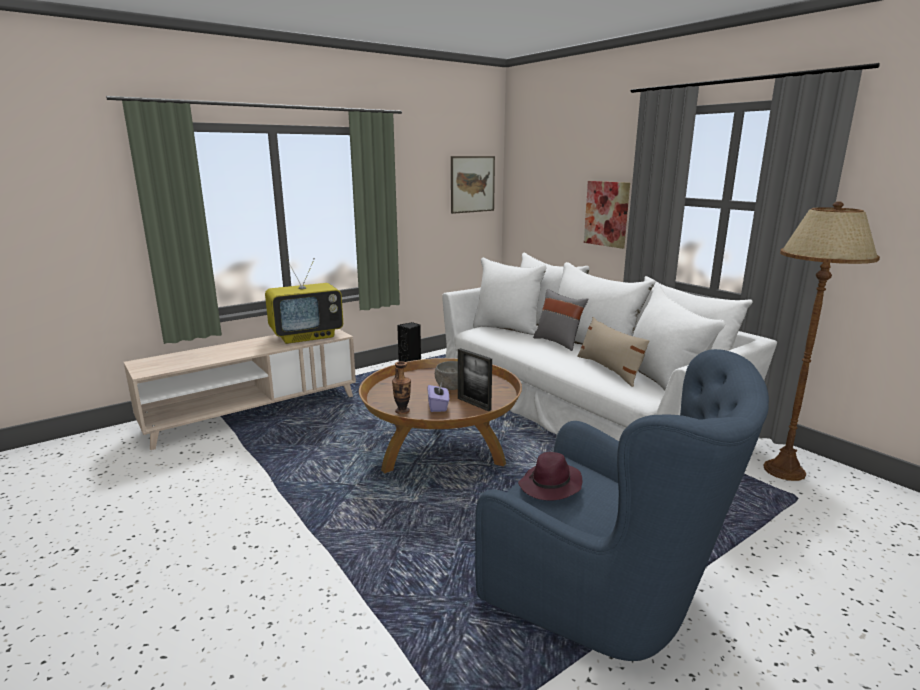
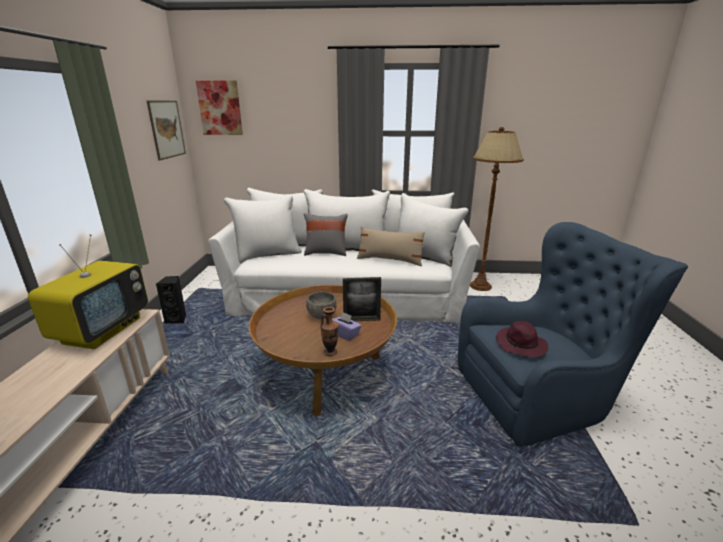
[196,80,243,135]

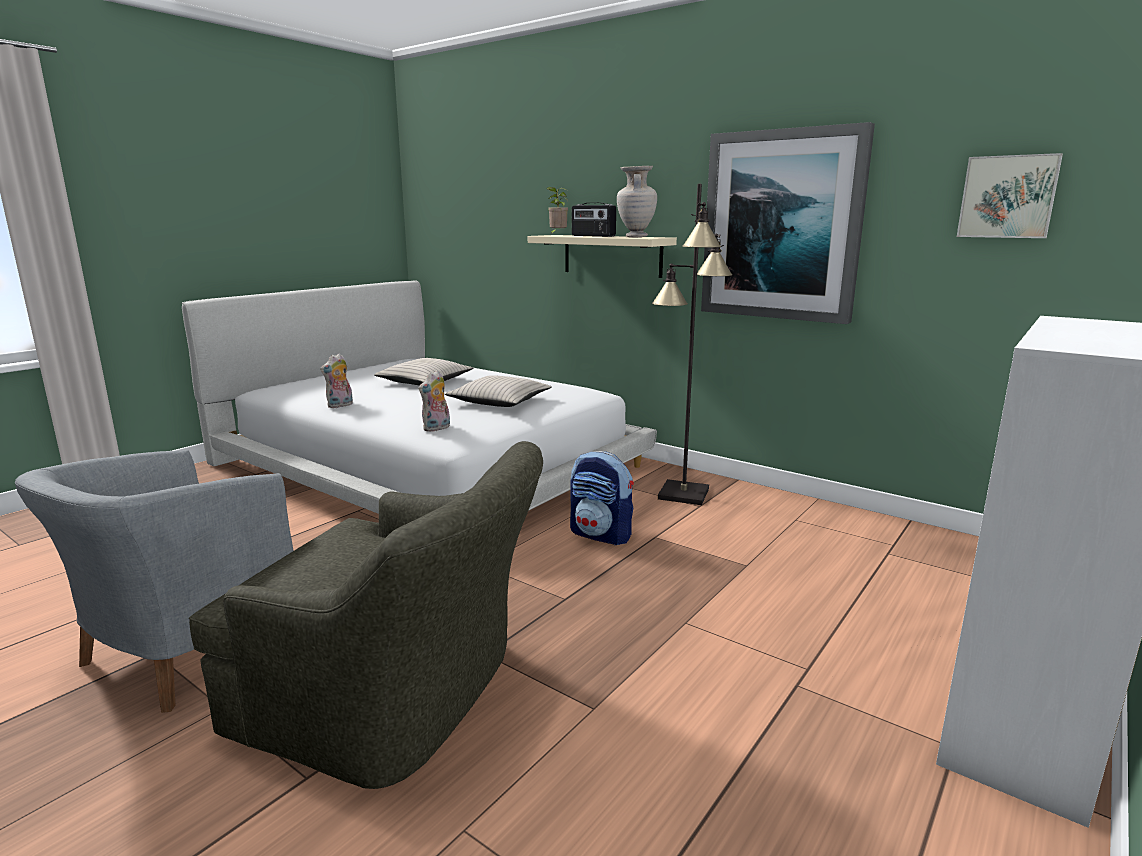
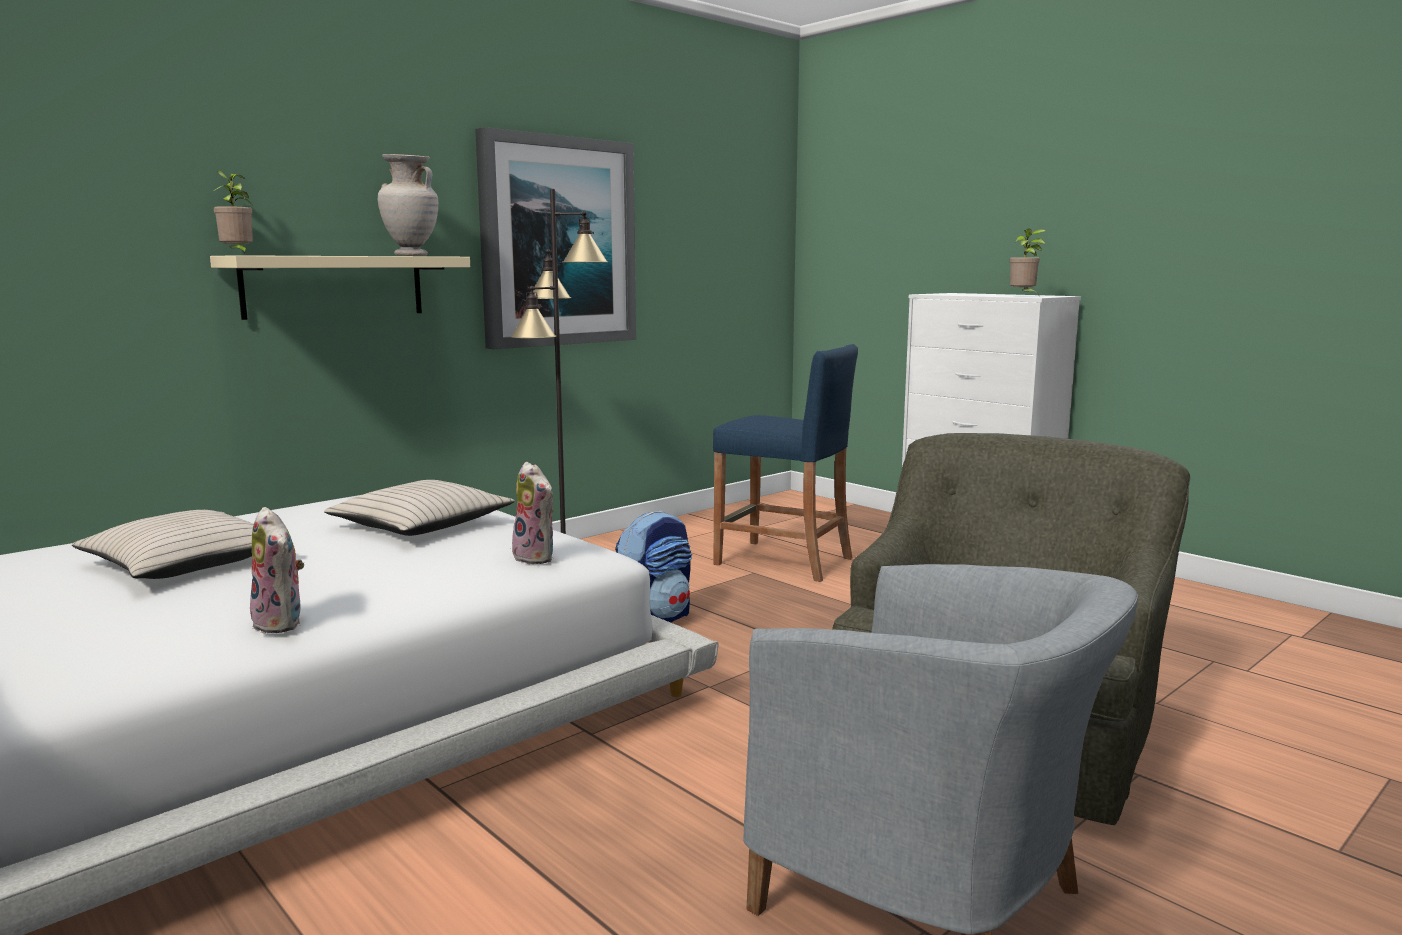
[572,203,616,237] (first image)
[957,153,1063,238] (first image)
[713,344,858,582]
[1010,228,1046,297]

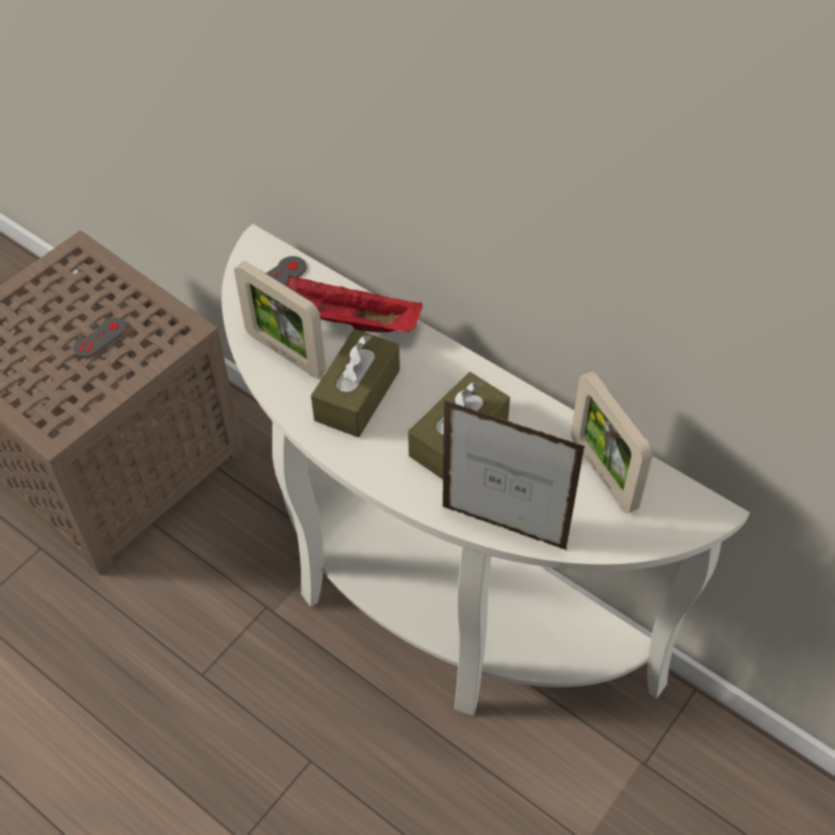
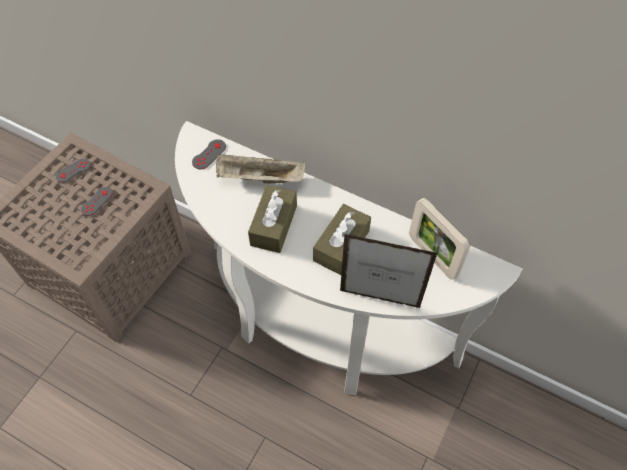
[234,261,326,378] (first image)
[56,159,91,182]
[216,154,305,183]

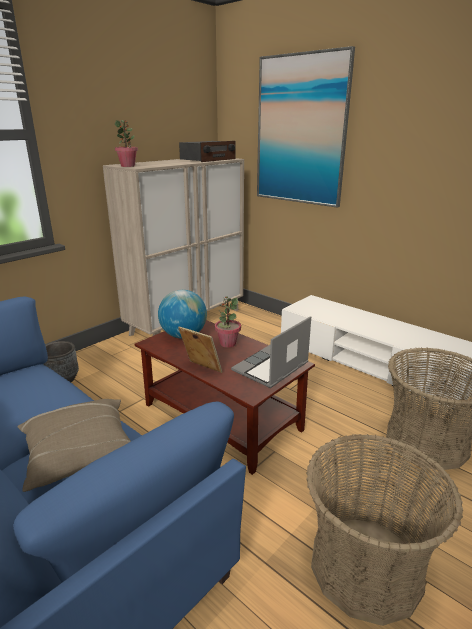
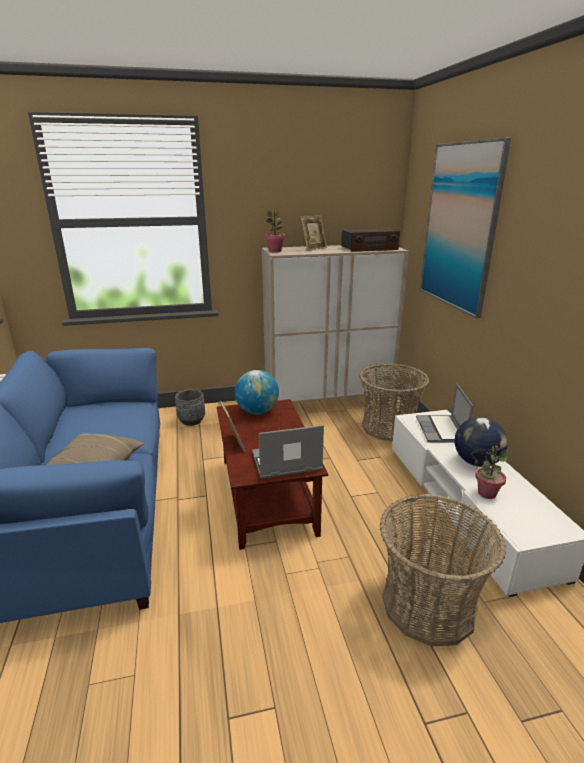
[301,216,327,251]
[416,383,473,443]
[455,417,508,467]
[475,446,508,499]
[359,363,430,442]

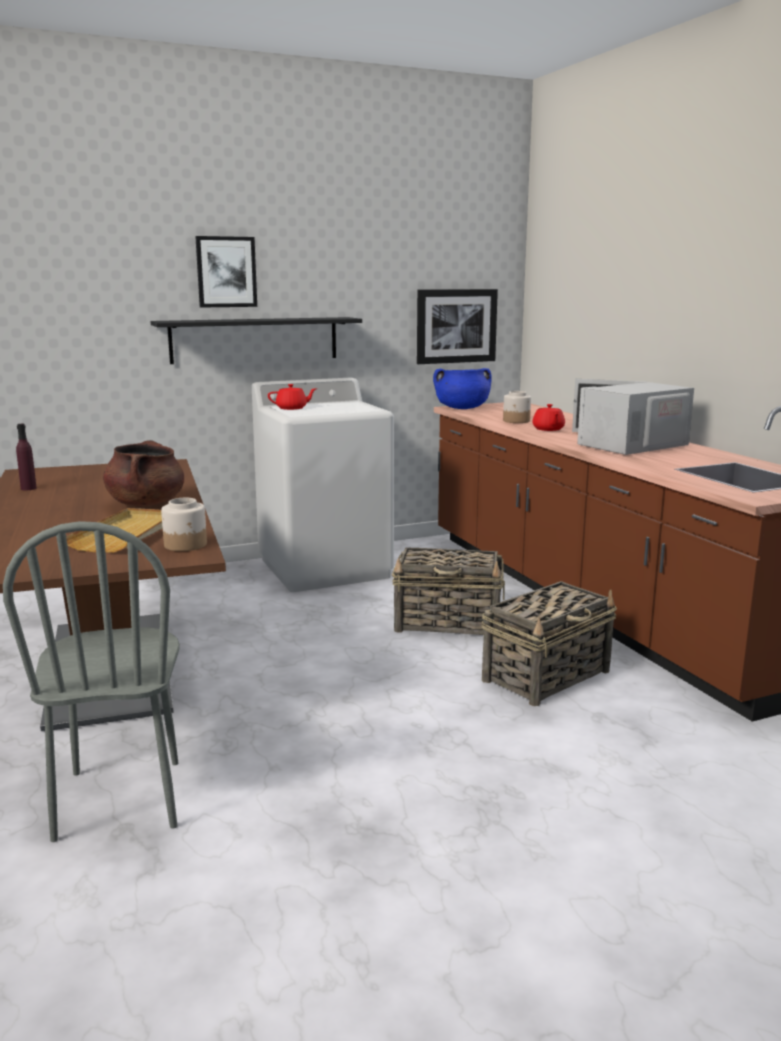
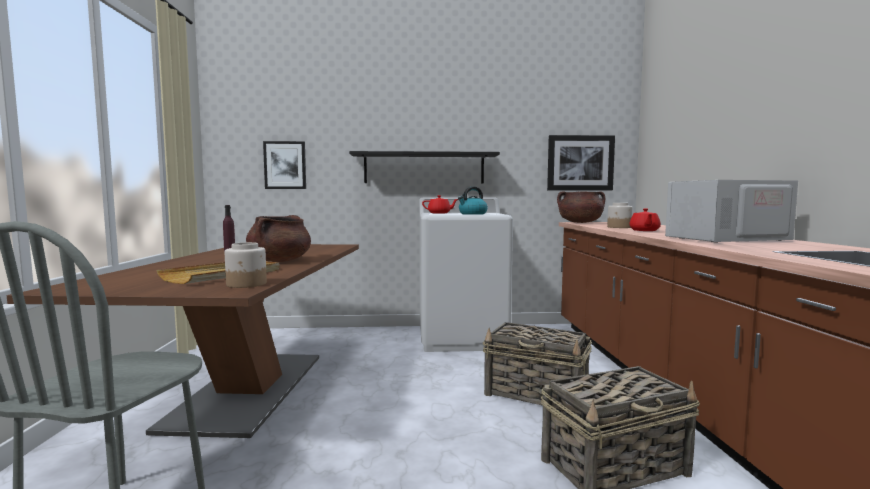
[458,186,488,215]
[263,141,306,189]
[557,191,605,223]

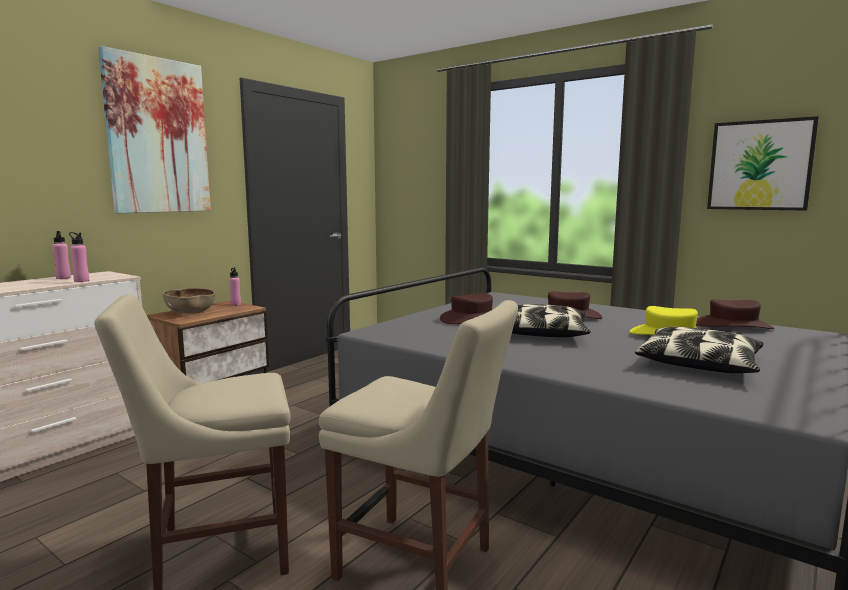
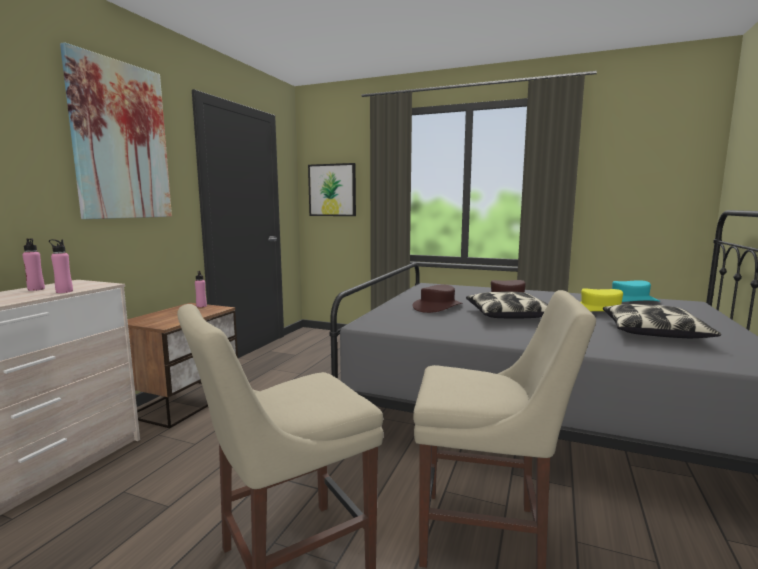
[163,288,215,314] (first image)
[308,163,356,216]
[612,280,660,302]

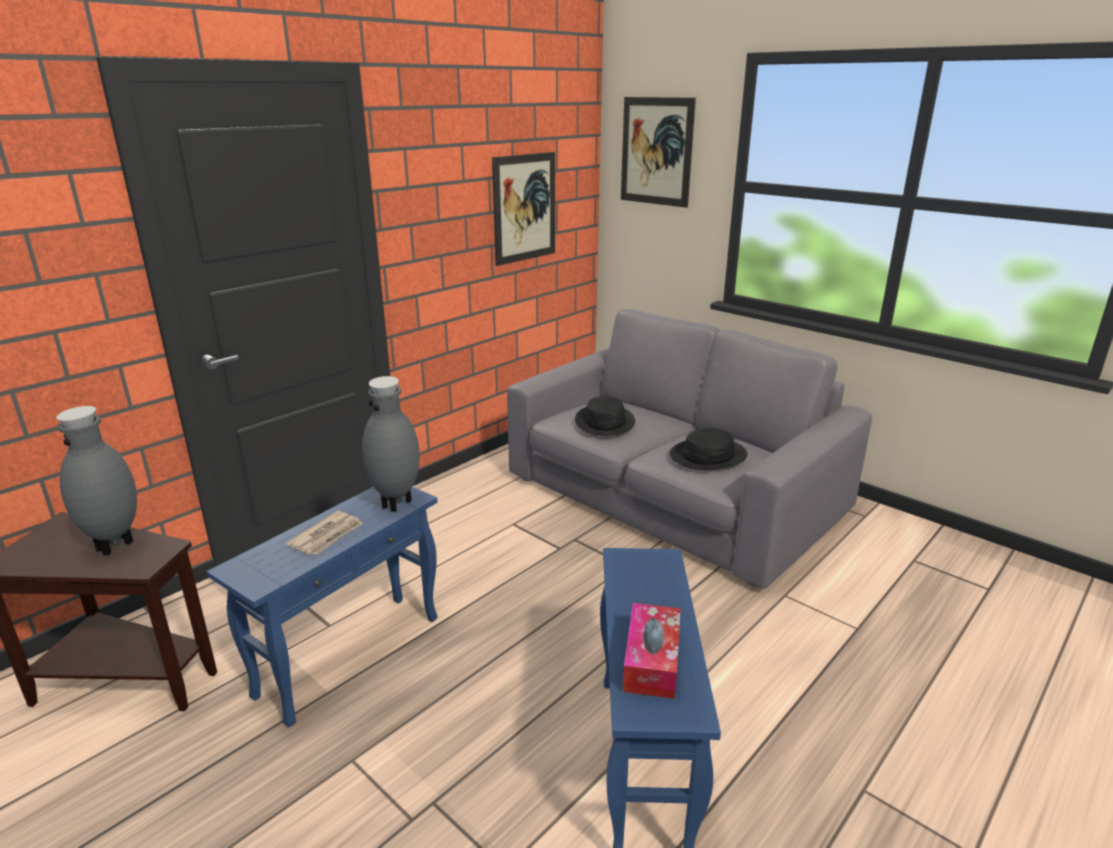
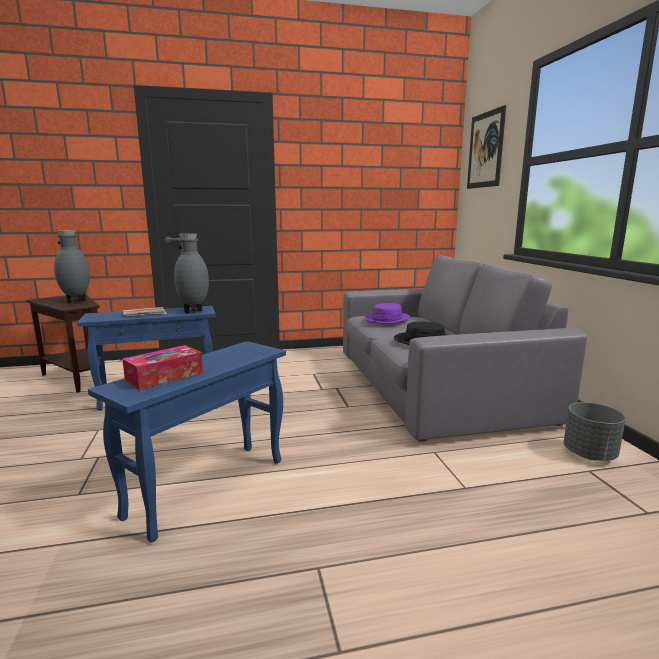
[492,152,555,266] (first image)
[564,402,626,461]
[364,303,410,324]

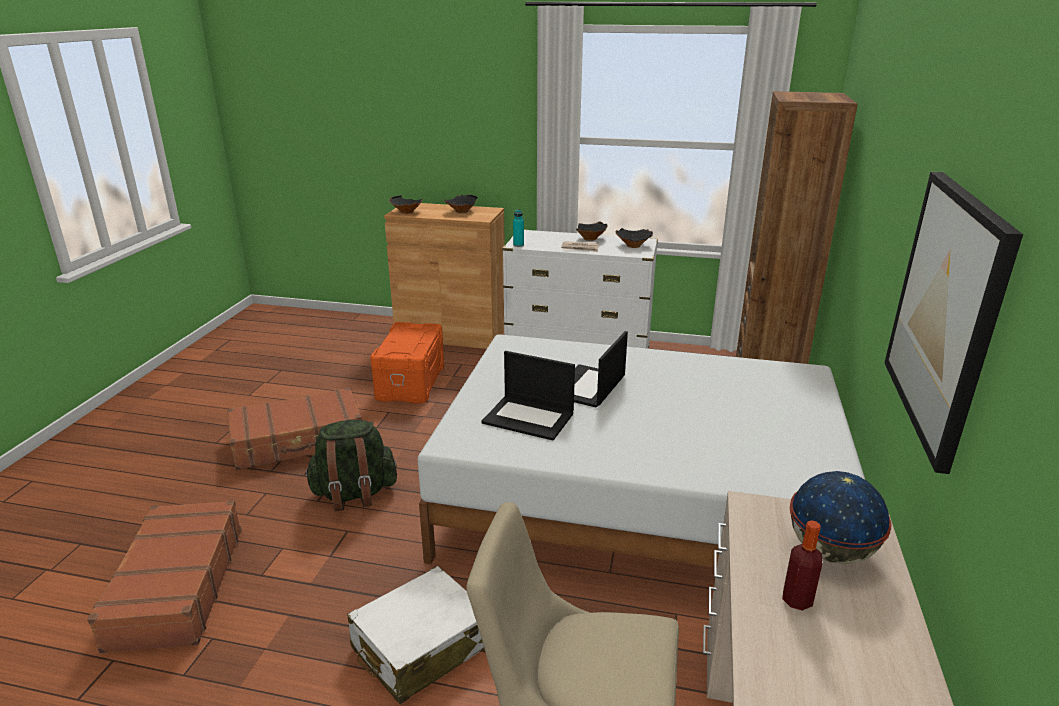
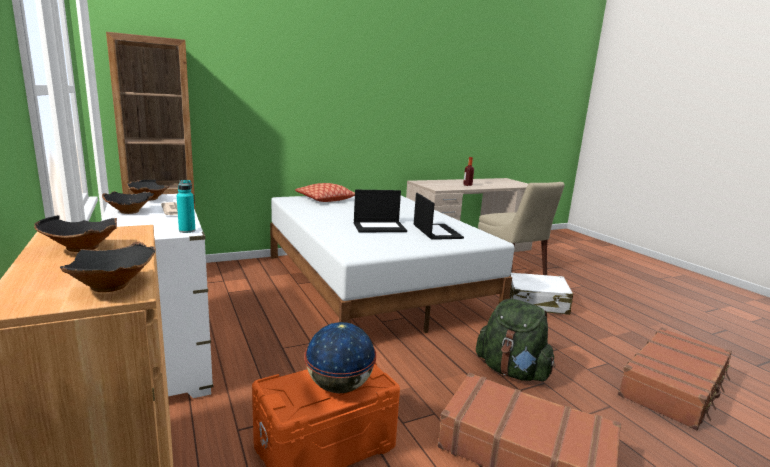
[884,172,1023,474] (first image)
[295,183,355,202]
[304,322,376,393]

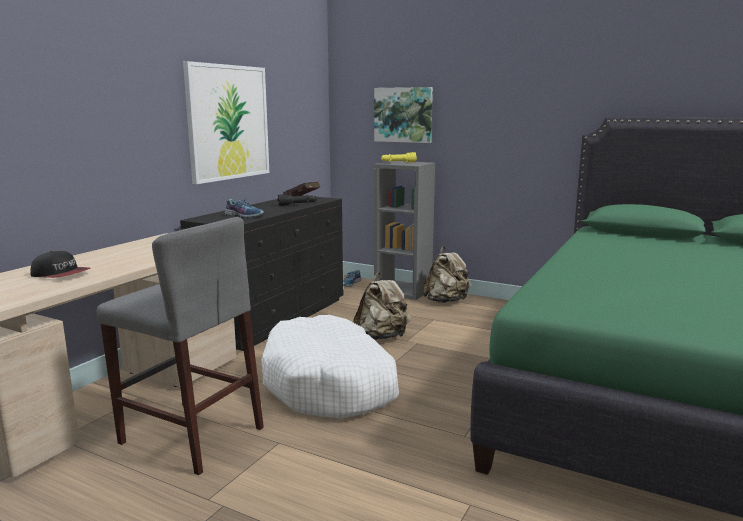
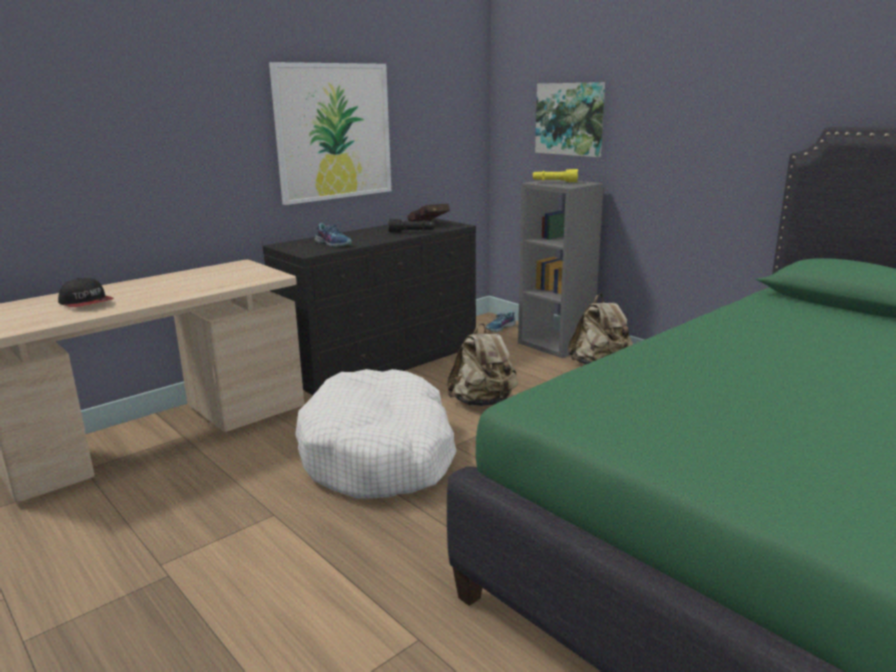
[97,217,264,475] (first image)

